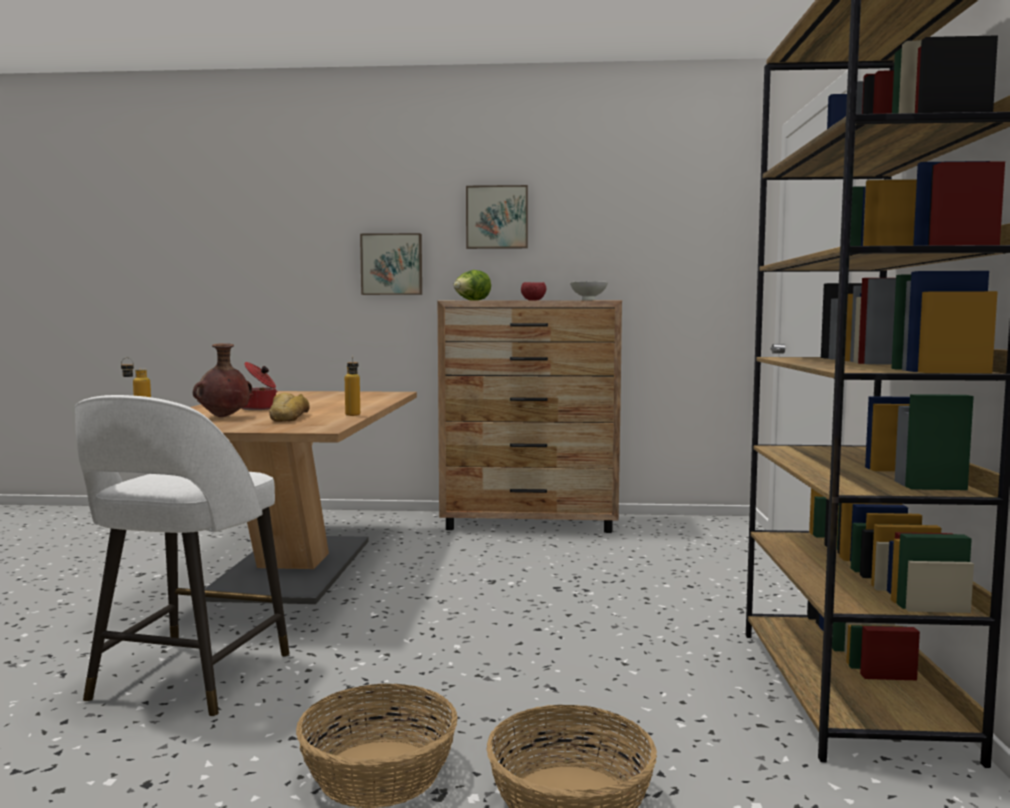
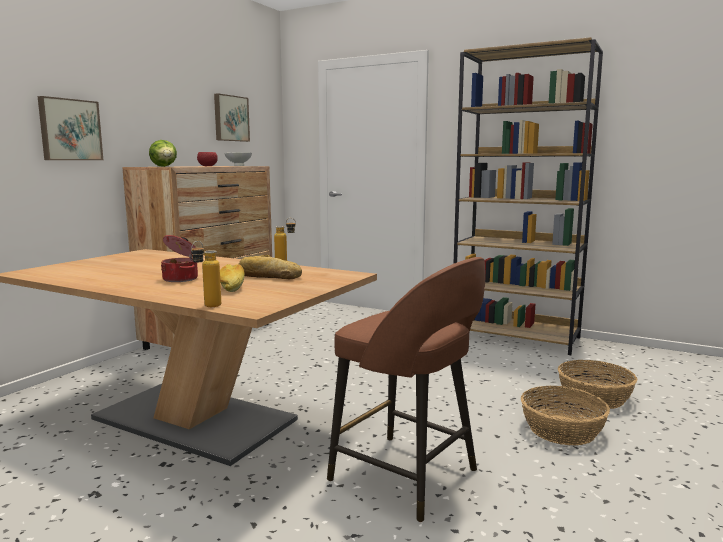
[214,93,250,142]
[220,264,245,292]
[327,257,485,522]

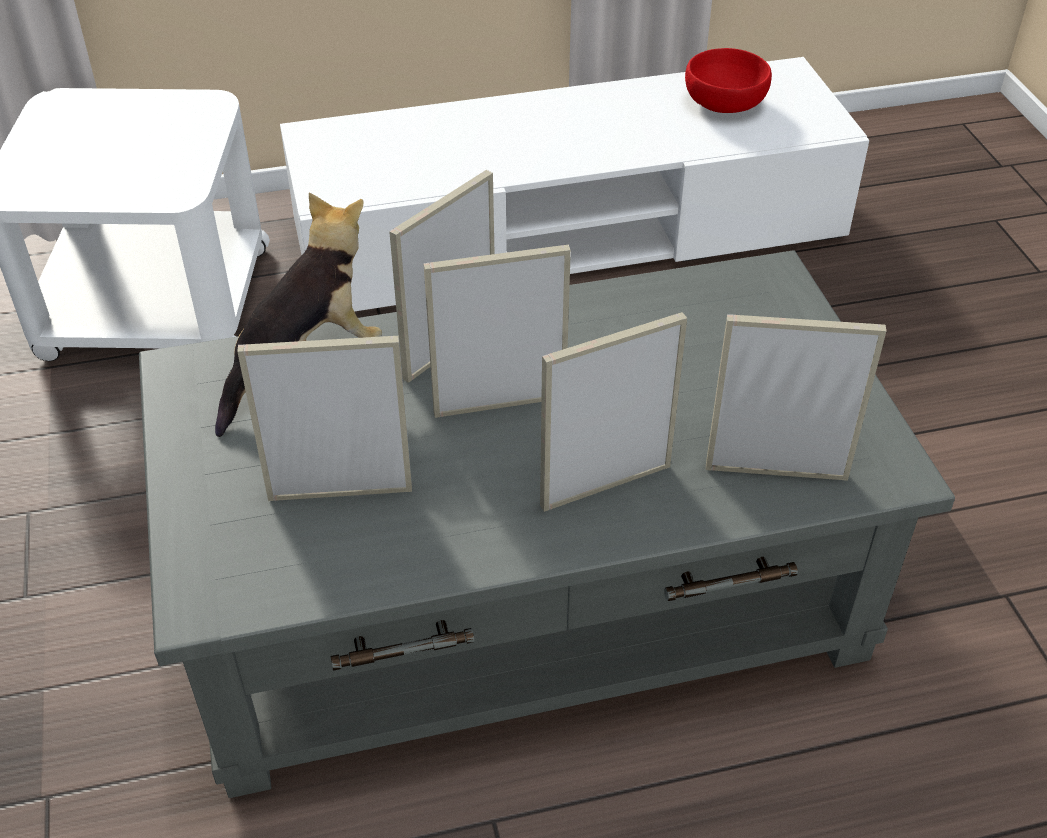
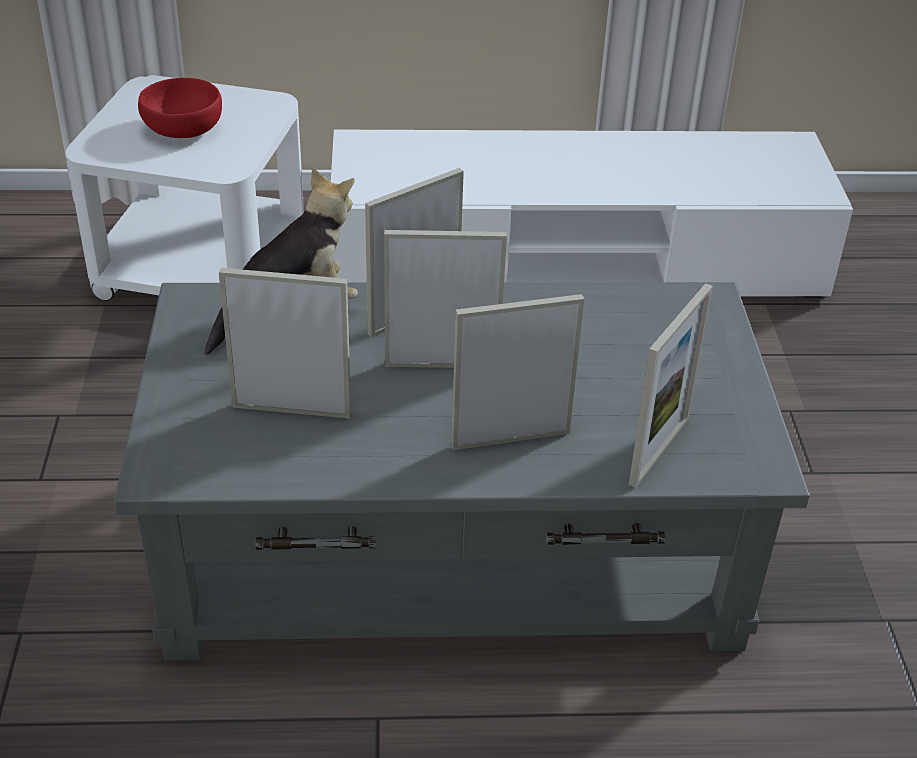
[138,78,222,138]
[629,283,713,488]

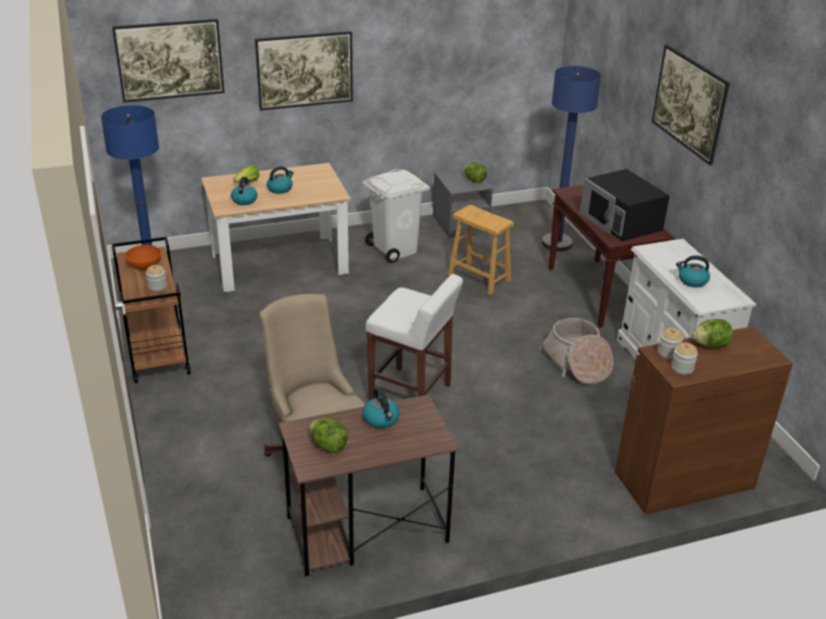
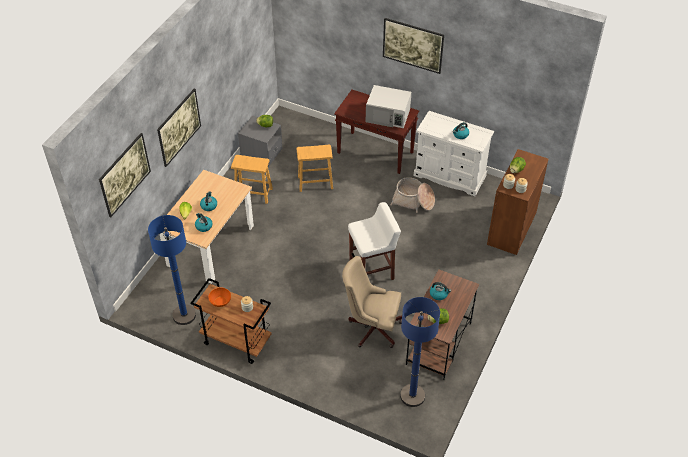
[400,297,440,407]
[231,155,273,204]
[366,85,411,128]

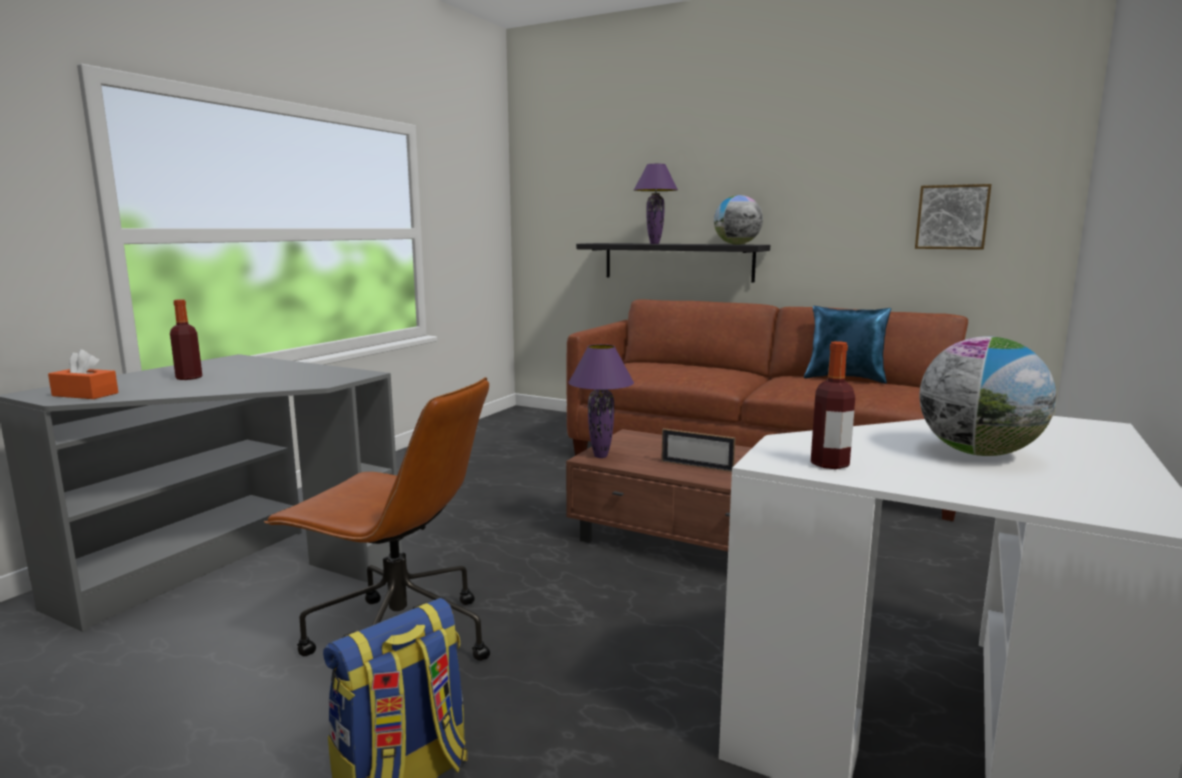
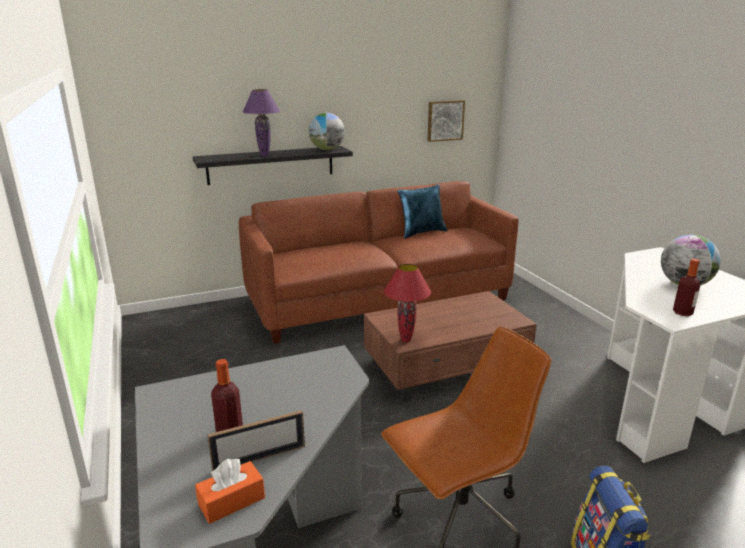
[207,410,305,471]
[384,264,431,343]

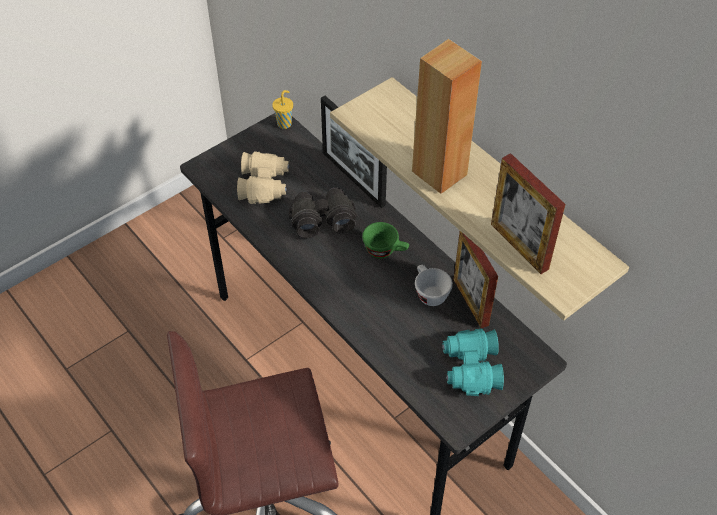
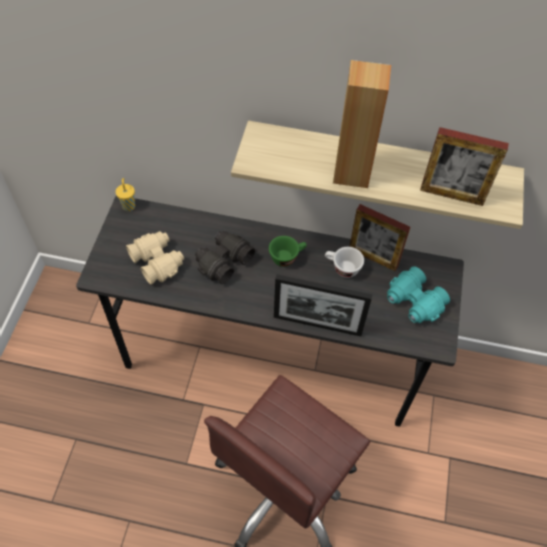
[274,274,372,337]

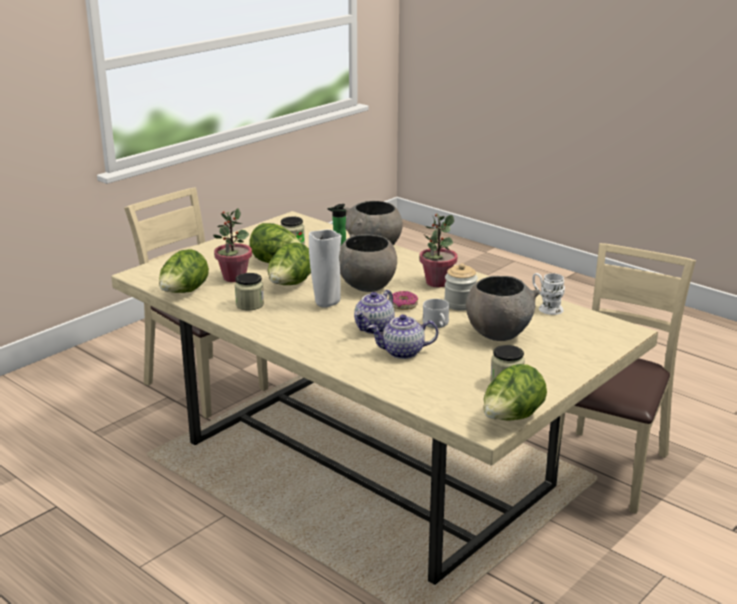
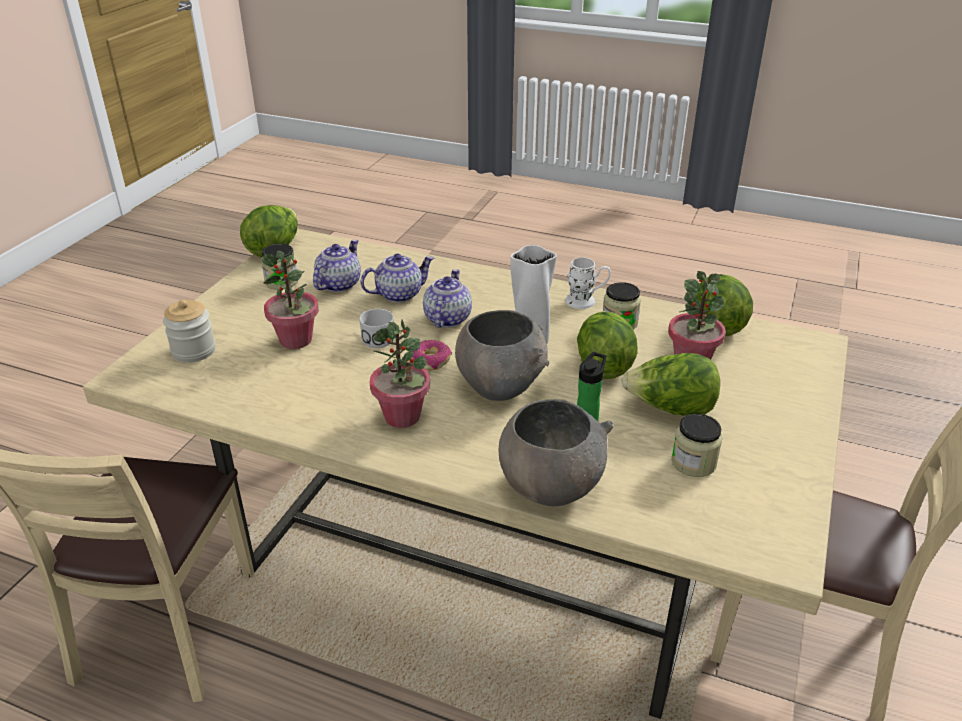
[313,239,361,292]
[163,299,216,363]
[565,258,611,309]
[262,251,319,349]

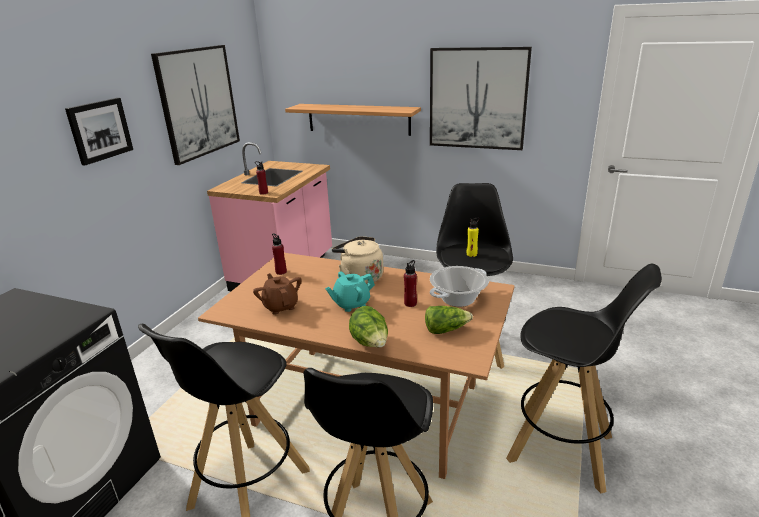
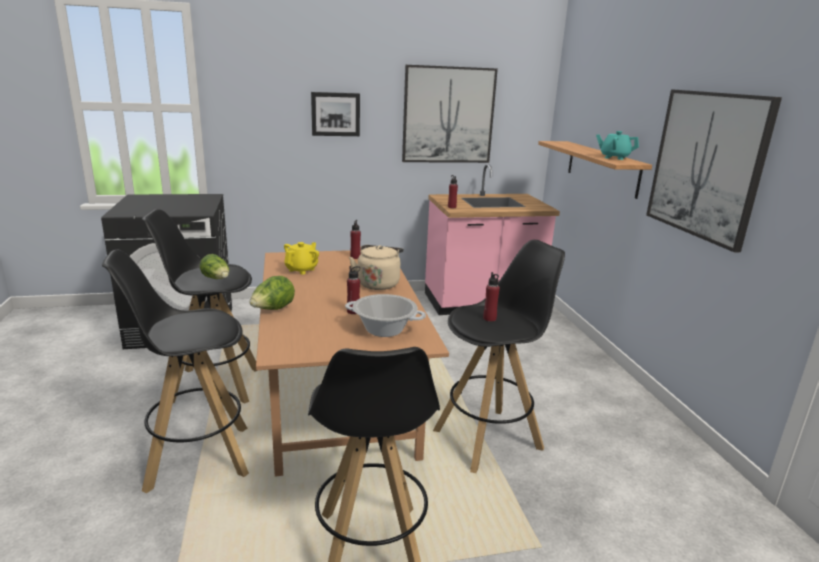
[596,131,639,160]
[200,254,229,279]
[284,242,319,274]
[483,272,500,322]

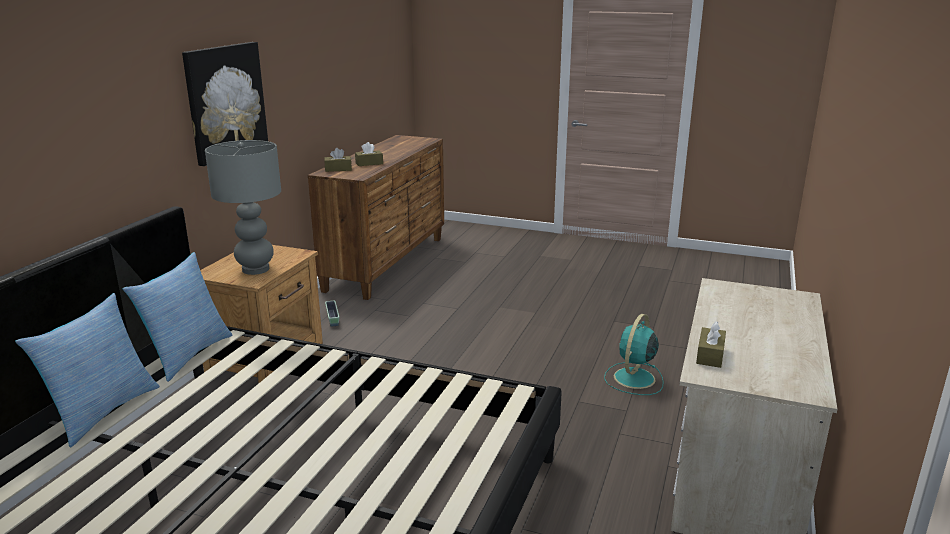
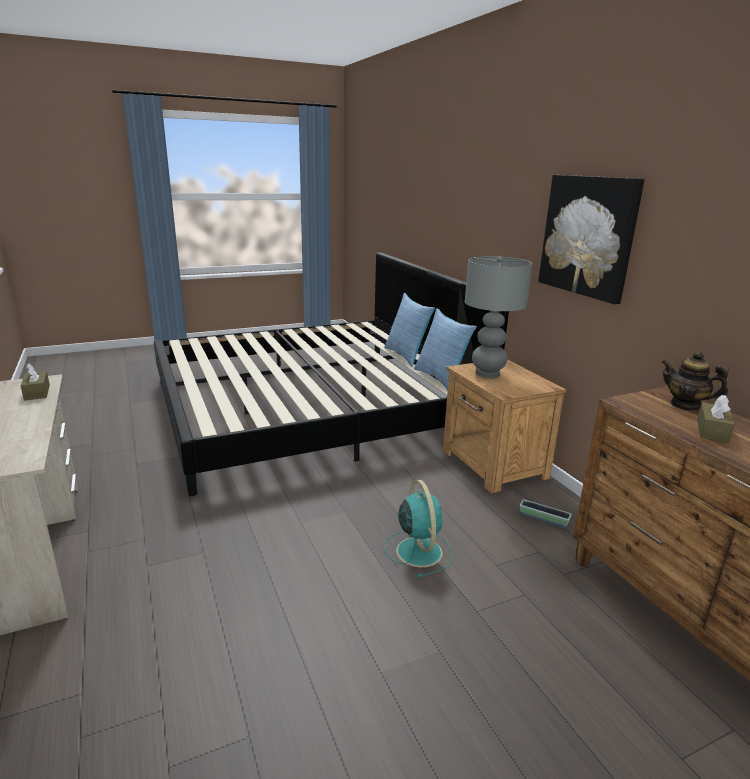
[384,480,453,577]
[662,351,729,411]

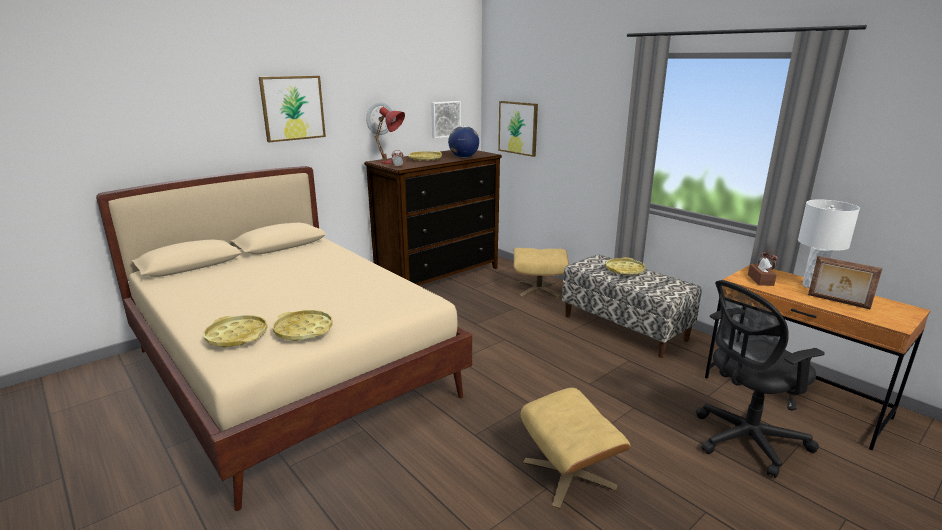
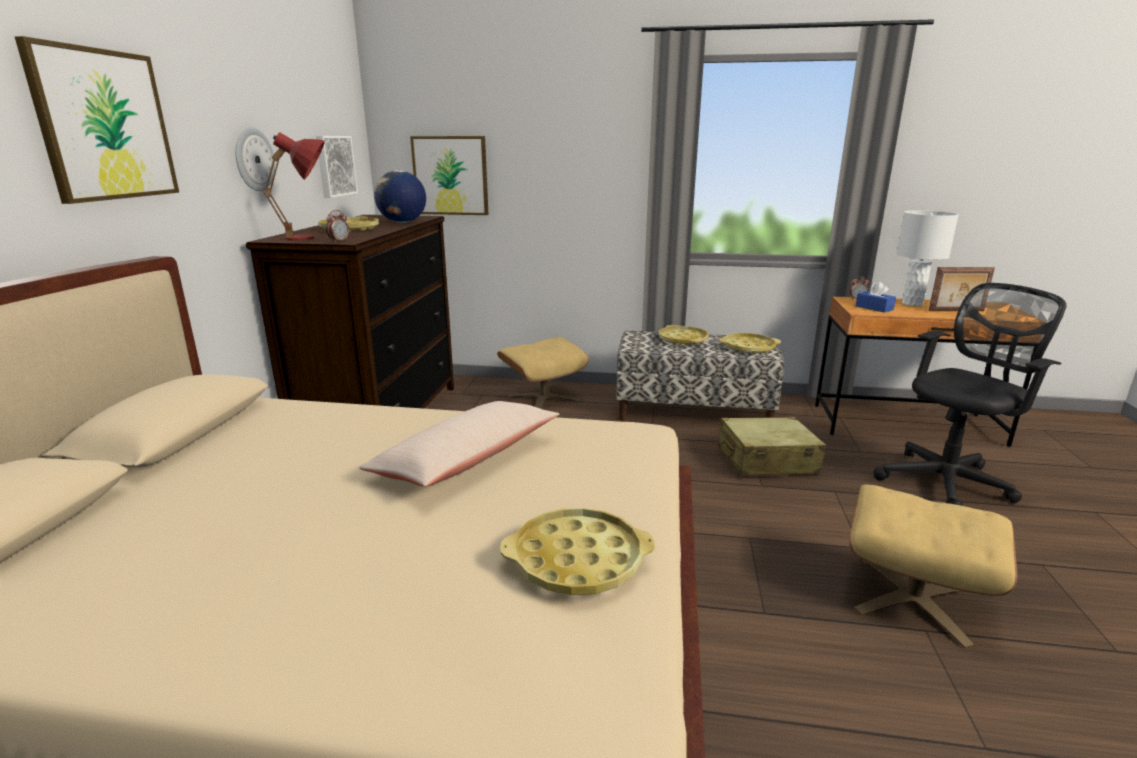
[359,401,559,487]
[718,417,826,477]
[719,333,781,354]
[856,282,896,313]
[873,283,1067,506]

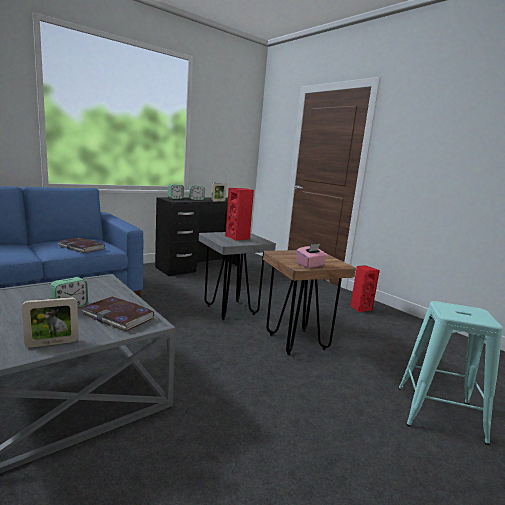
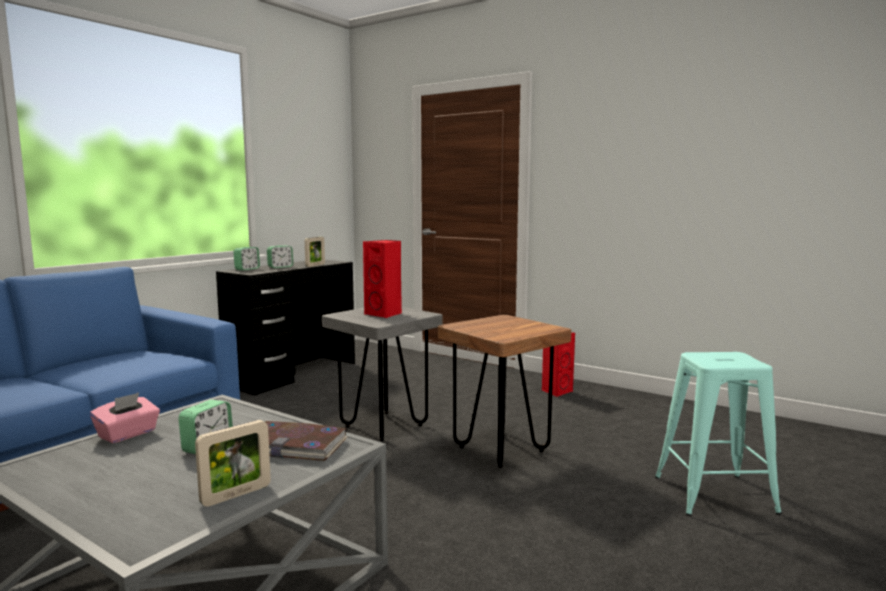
[58,237,105,253] (first image)
[90,393,160,443]

